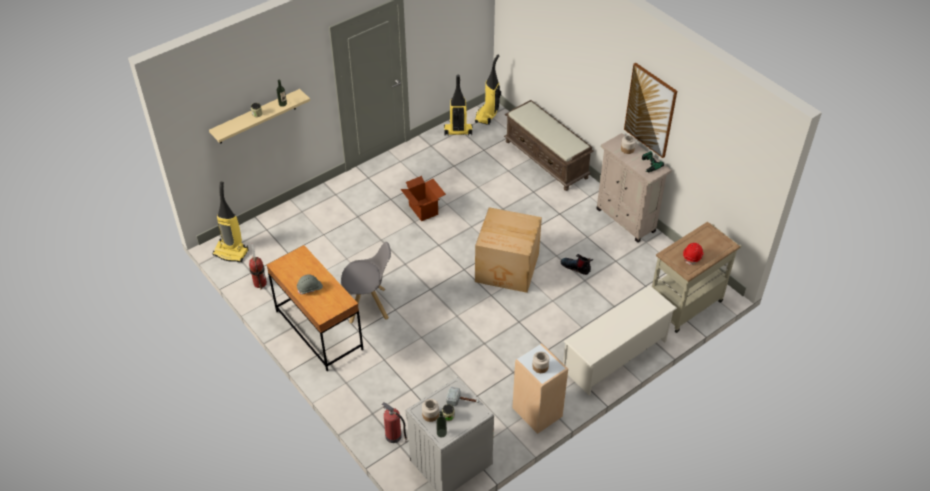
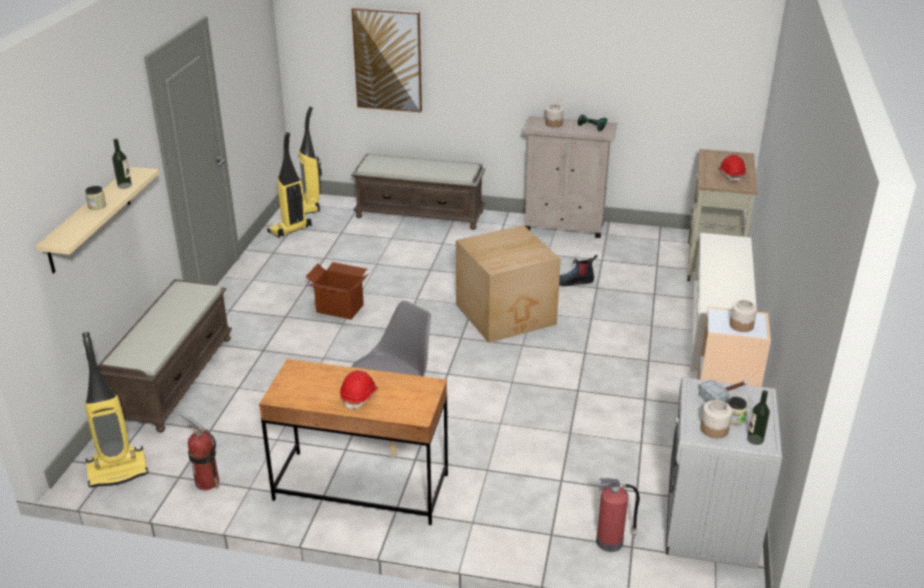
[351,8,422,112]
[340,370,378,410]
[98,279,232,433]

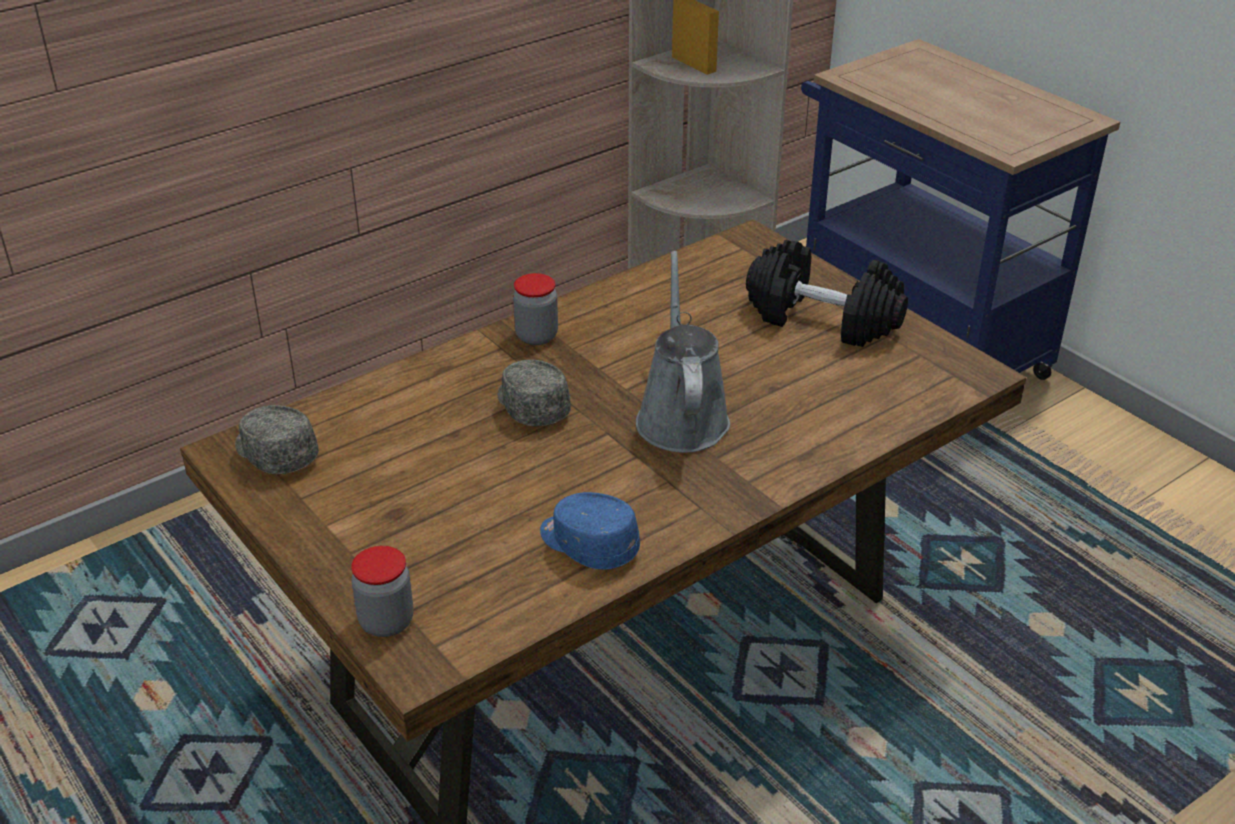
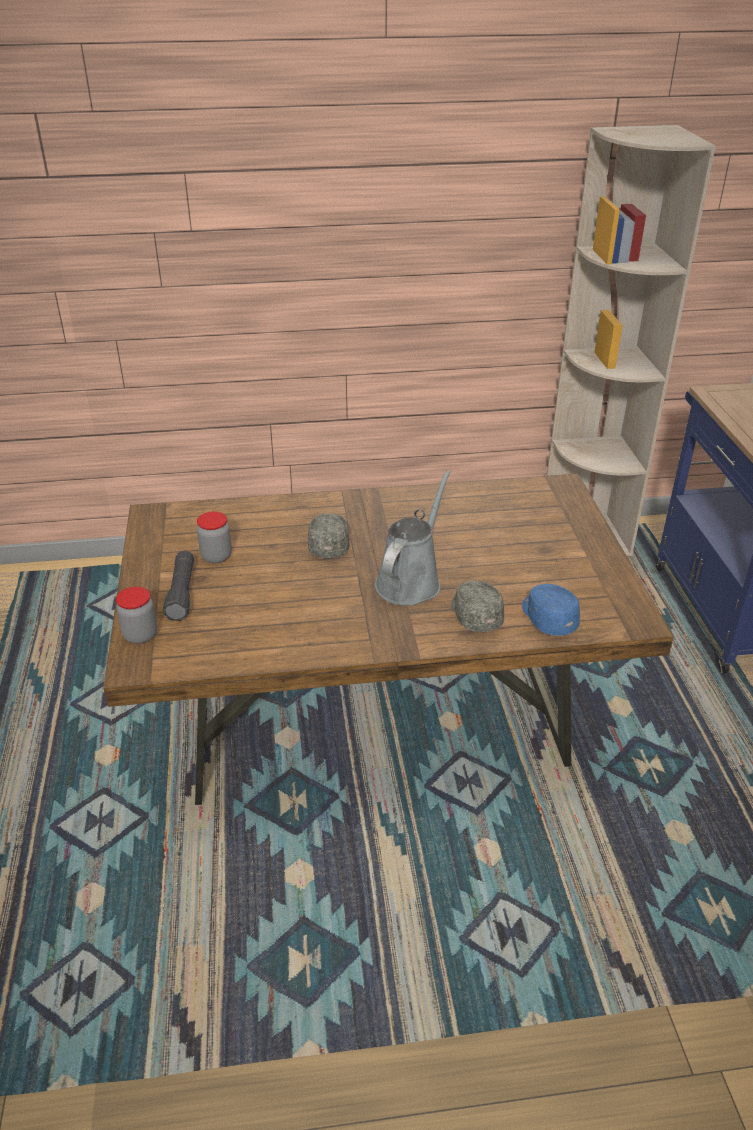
[746,240,908,347] (first image)
[197,512,232,563]
[451,581,504,632]
[522,584,580,636]
[163,551,194,621]

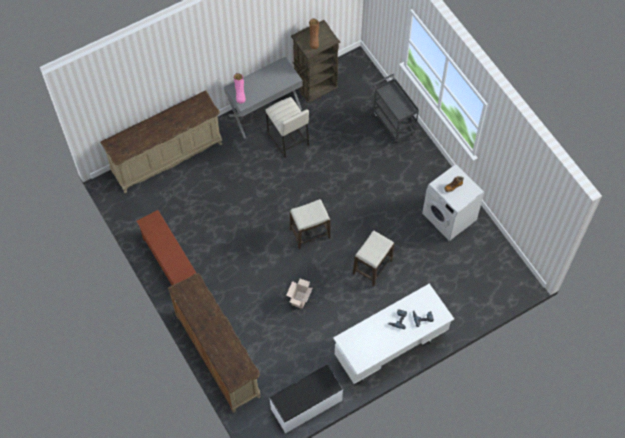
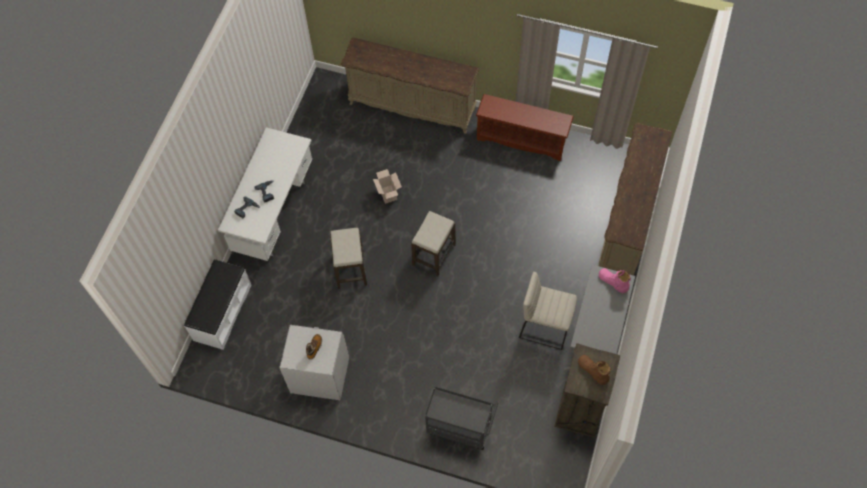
[184,259,252,350]

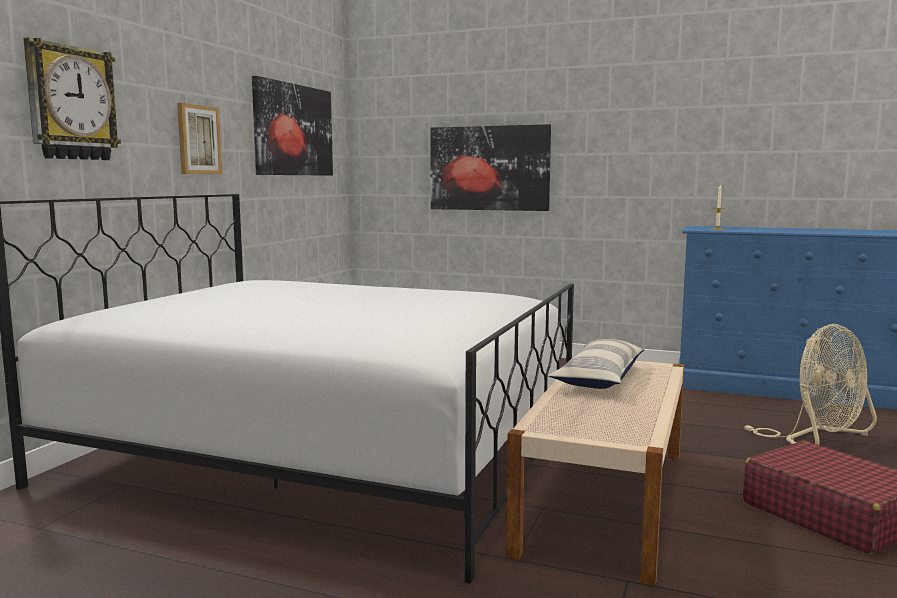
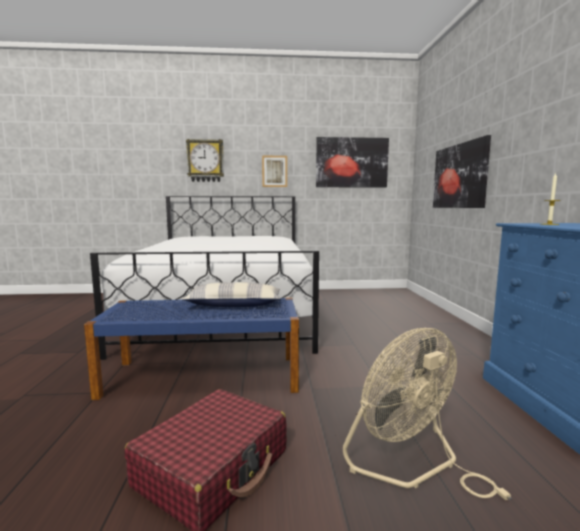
[343,328,512,501]
[84,297,299,400]

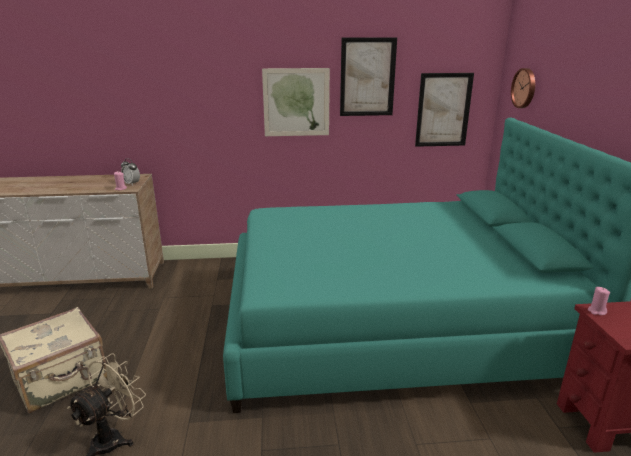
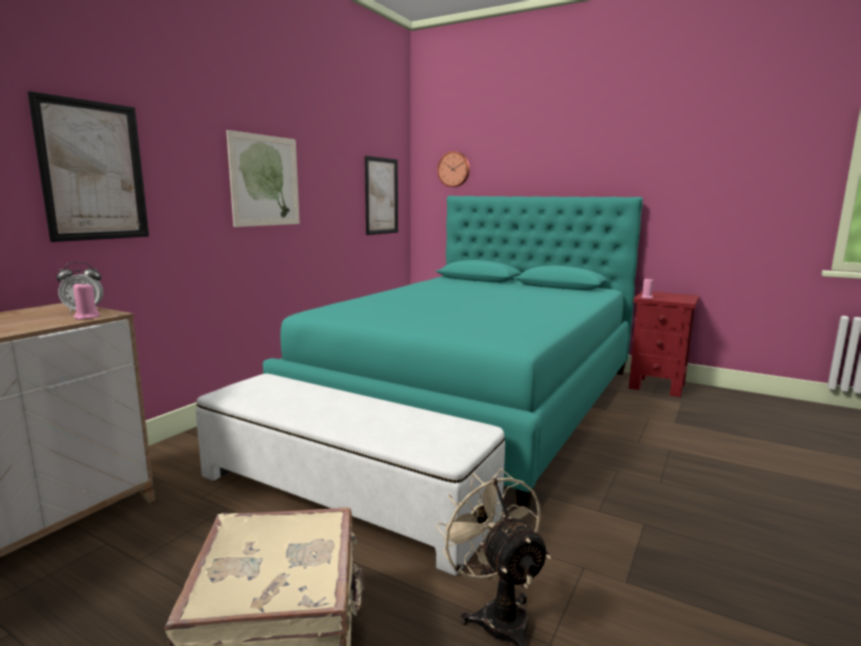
[27,91,149,242]
[196,374,505,576]

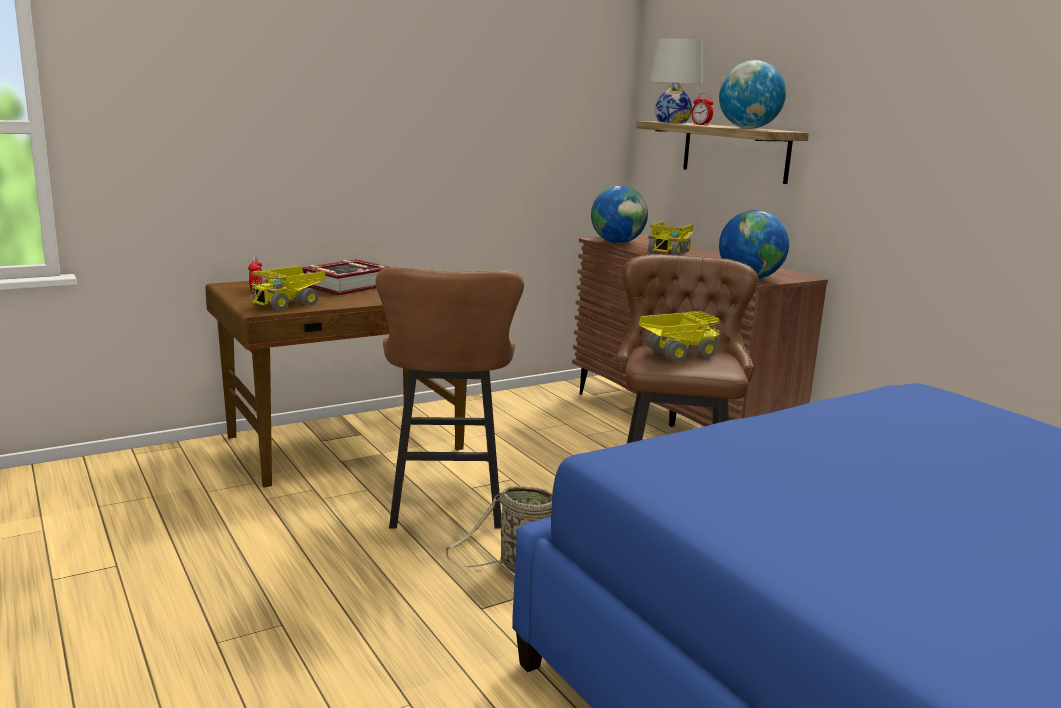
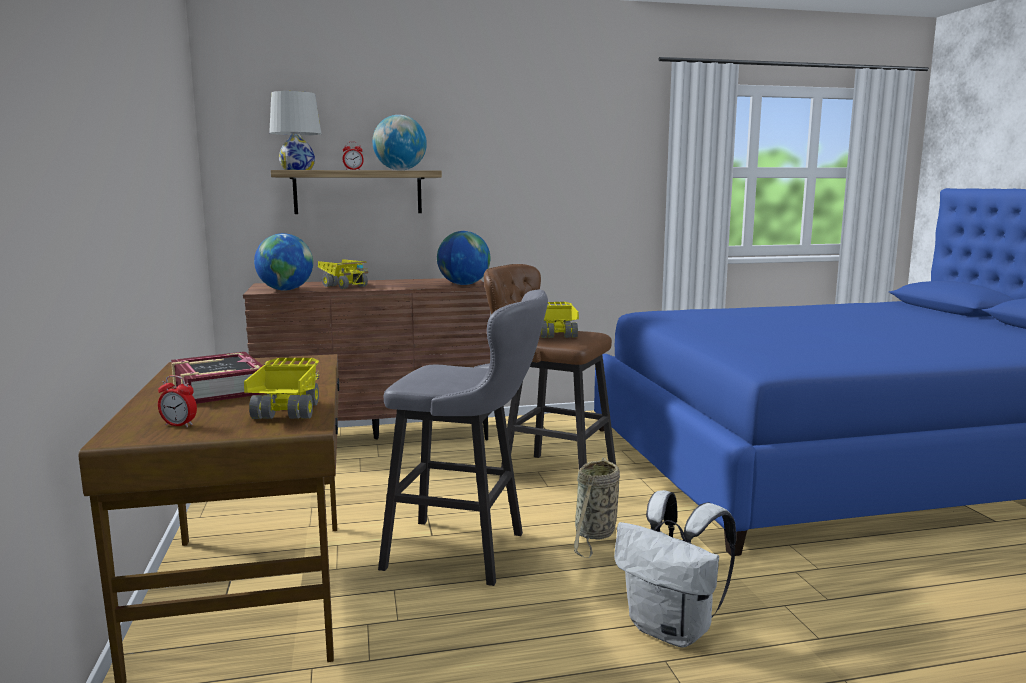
[244,358,319,419]
[378,290,548,586]
[614,490,736,648]

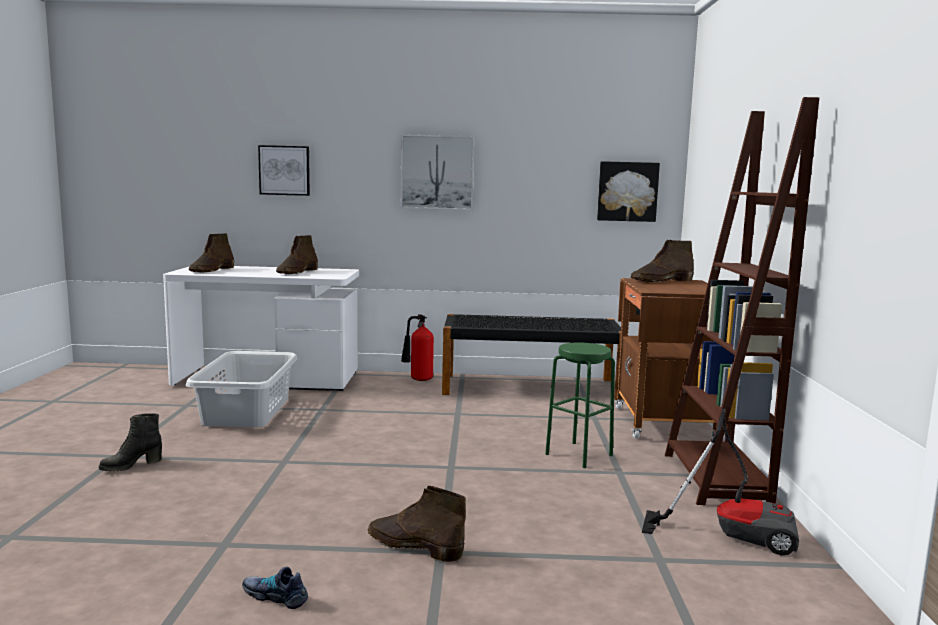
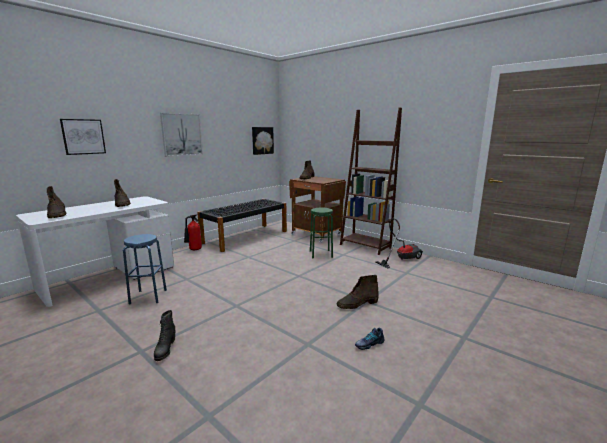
[123,234,167,305]

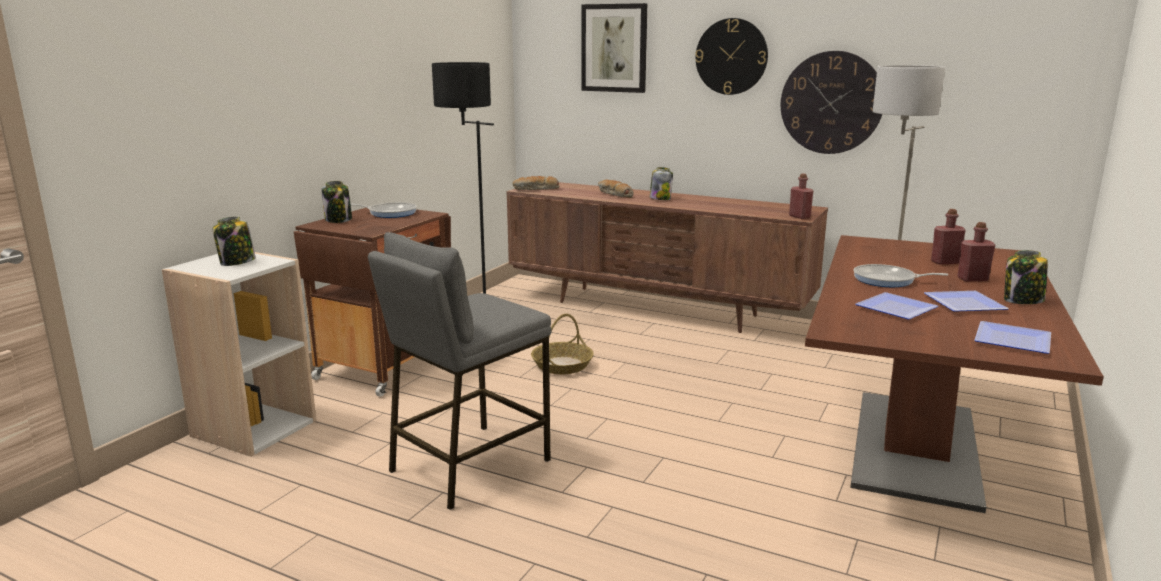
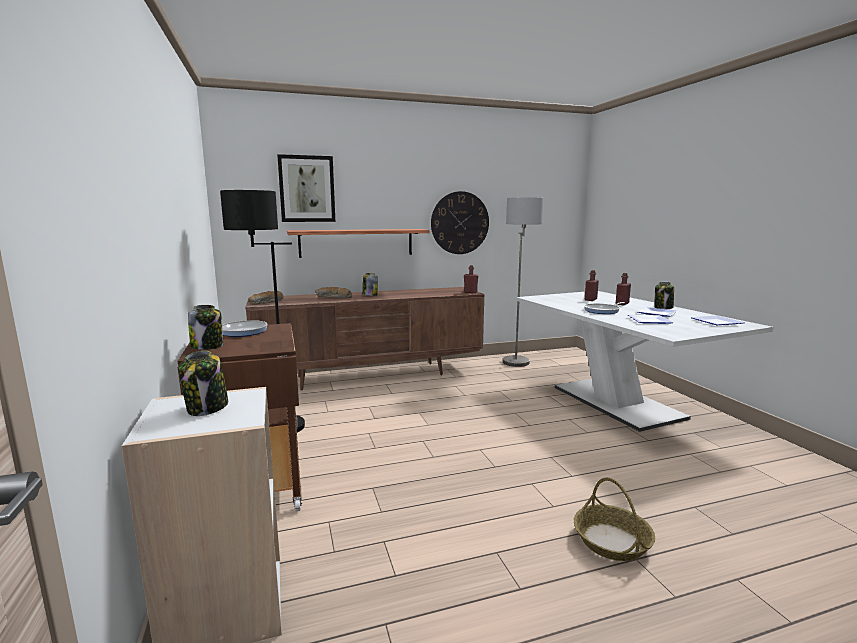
[695,18,768,95] (first image)
[368,232,552,510] (first image)
[516,291,774,432]
[574,477,655,561]
[287,229,429,258]

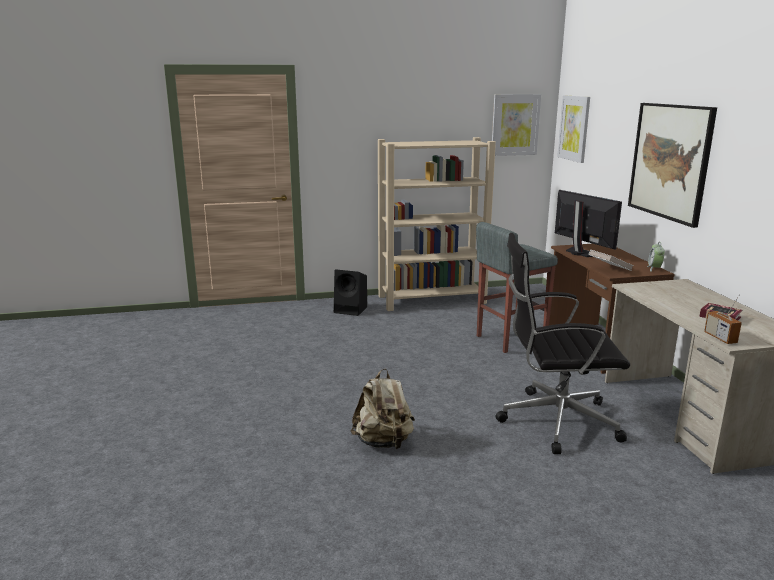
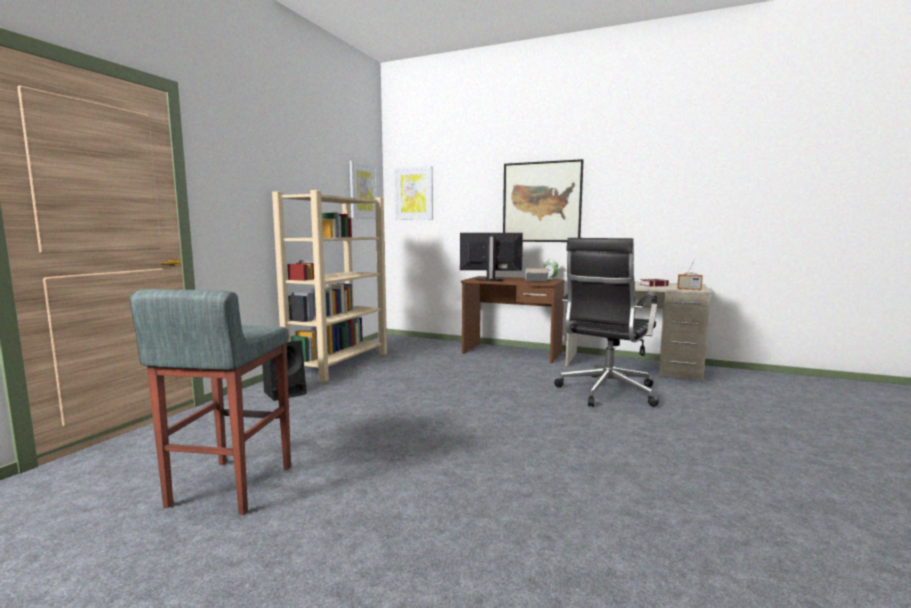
[130,289,291,515]
[350,369,415,449] (first image)

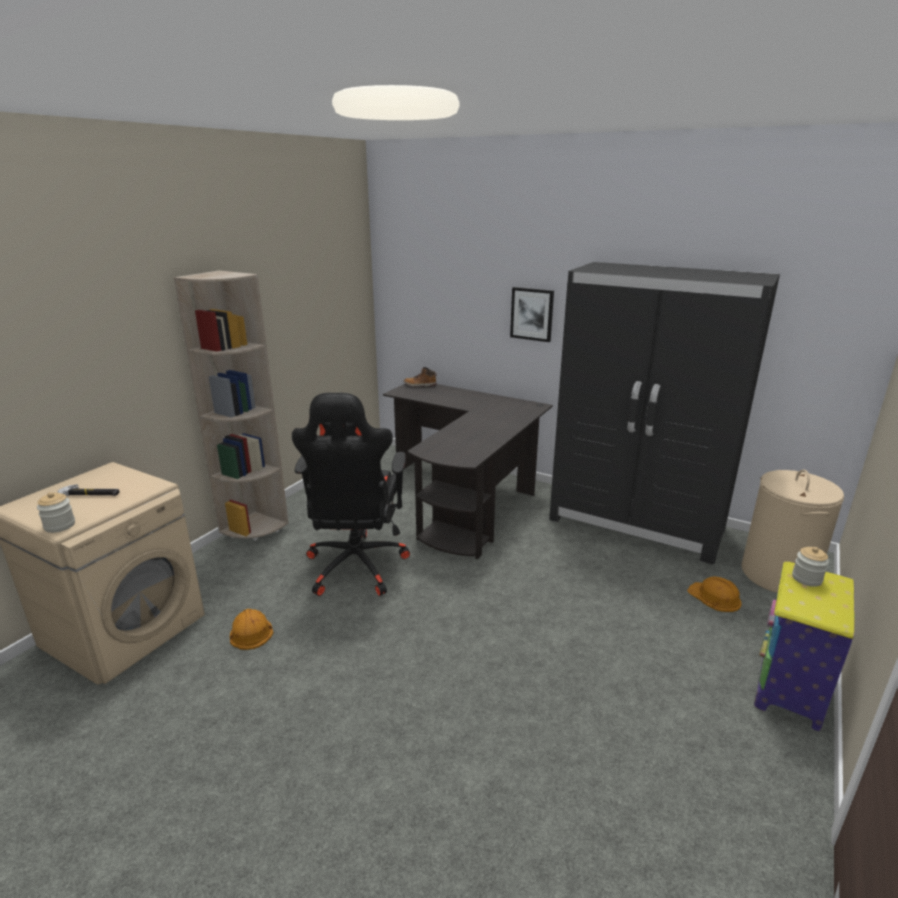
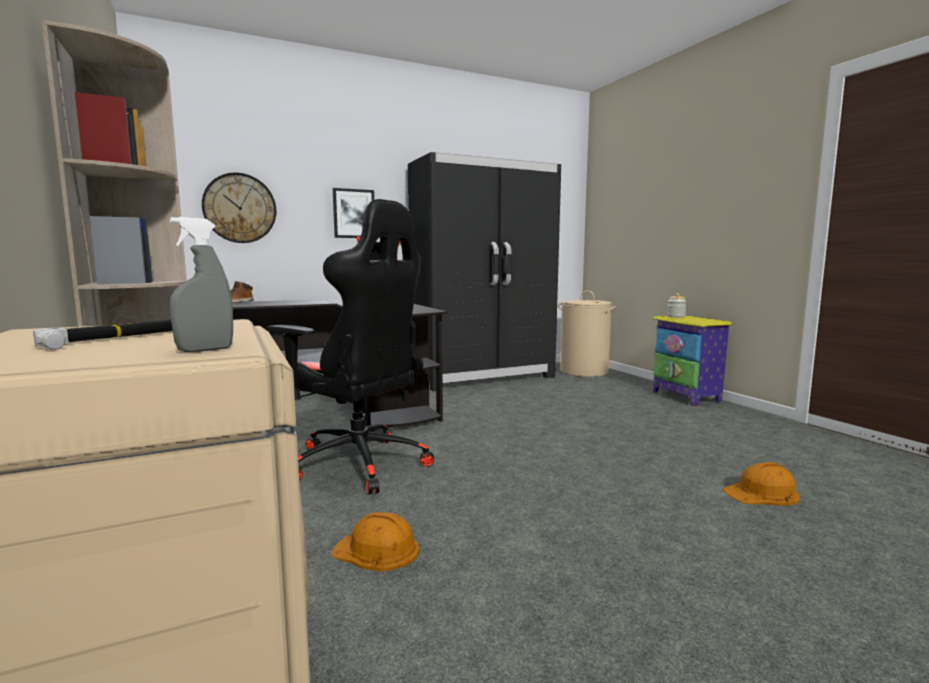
[170,217,233,352]
[723,462,800,506]
[202,173,276,243]

